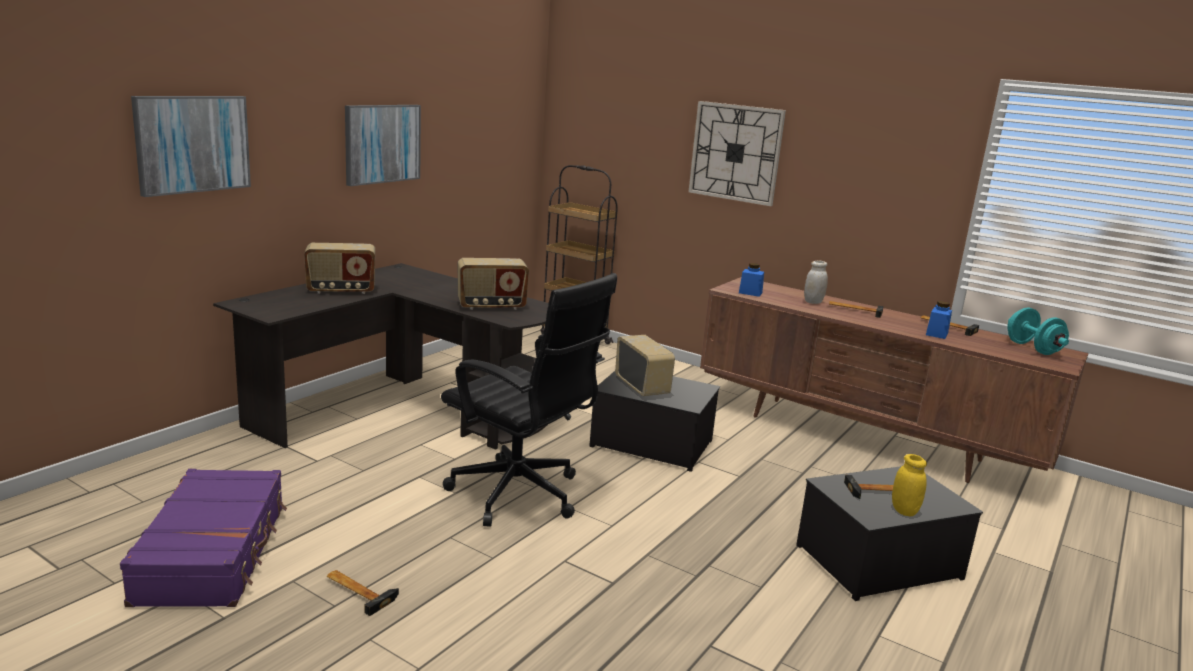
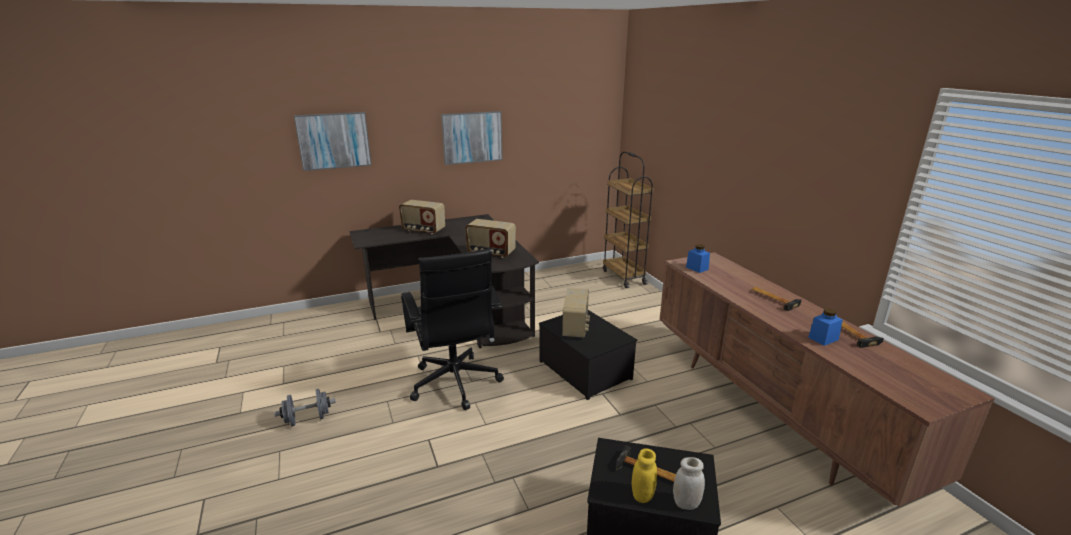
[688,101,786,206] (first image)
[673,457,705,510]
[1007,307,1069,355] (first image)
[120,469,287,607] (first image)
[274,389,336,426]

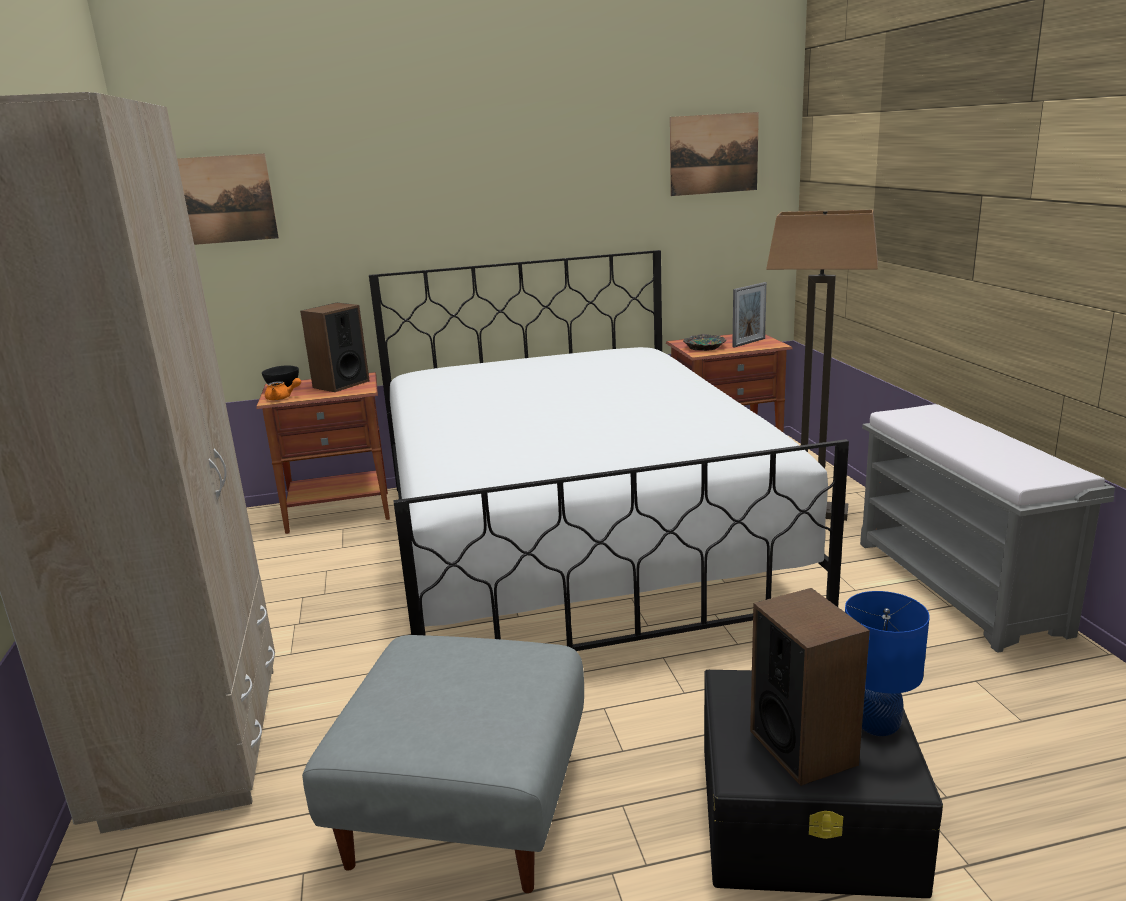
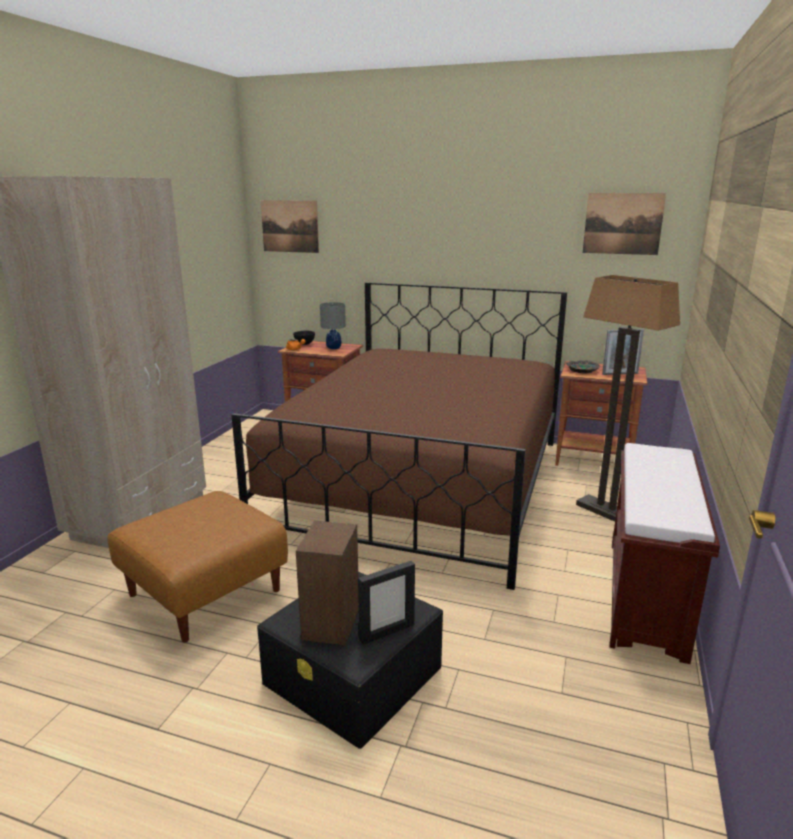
[231,282,567,590]
[320,302,346,349]
[609,443,720,664]
[358,561,415,645]
[107,491,288,643]

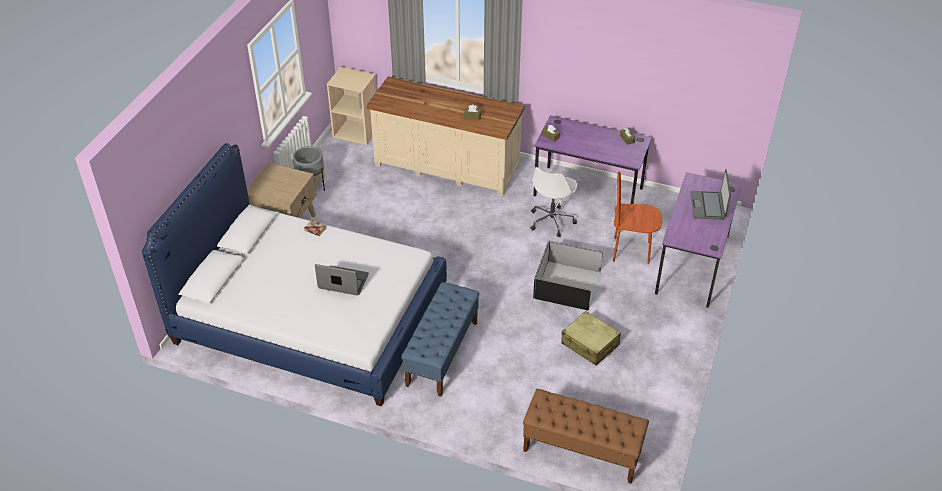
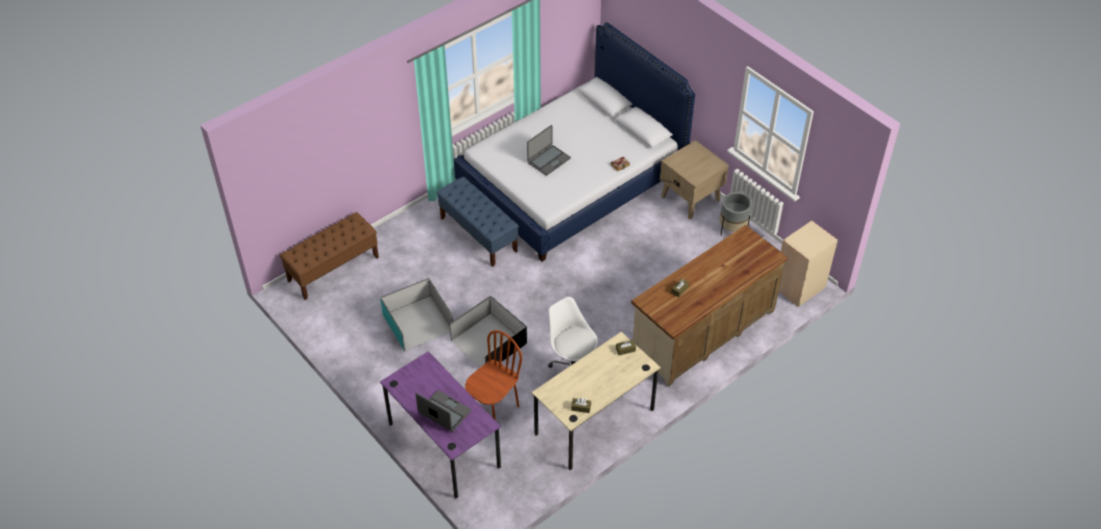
[532,332,661,470]
[380,278,453,351]

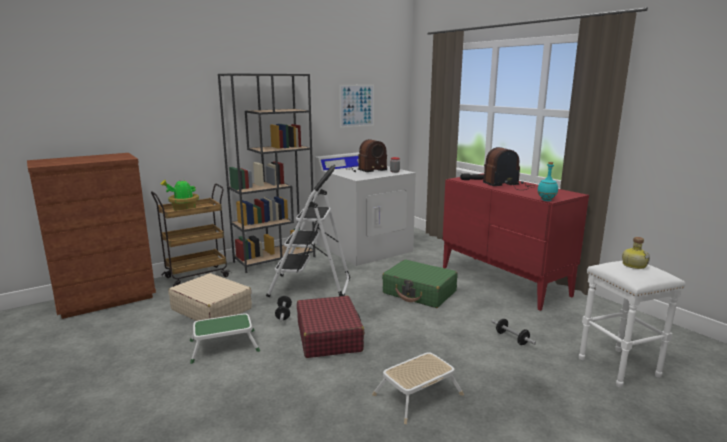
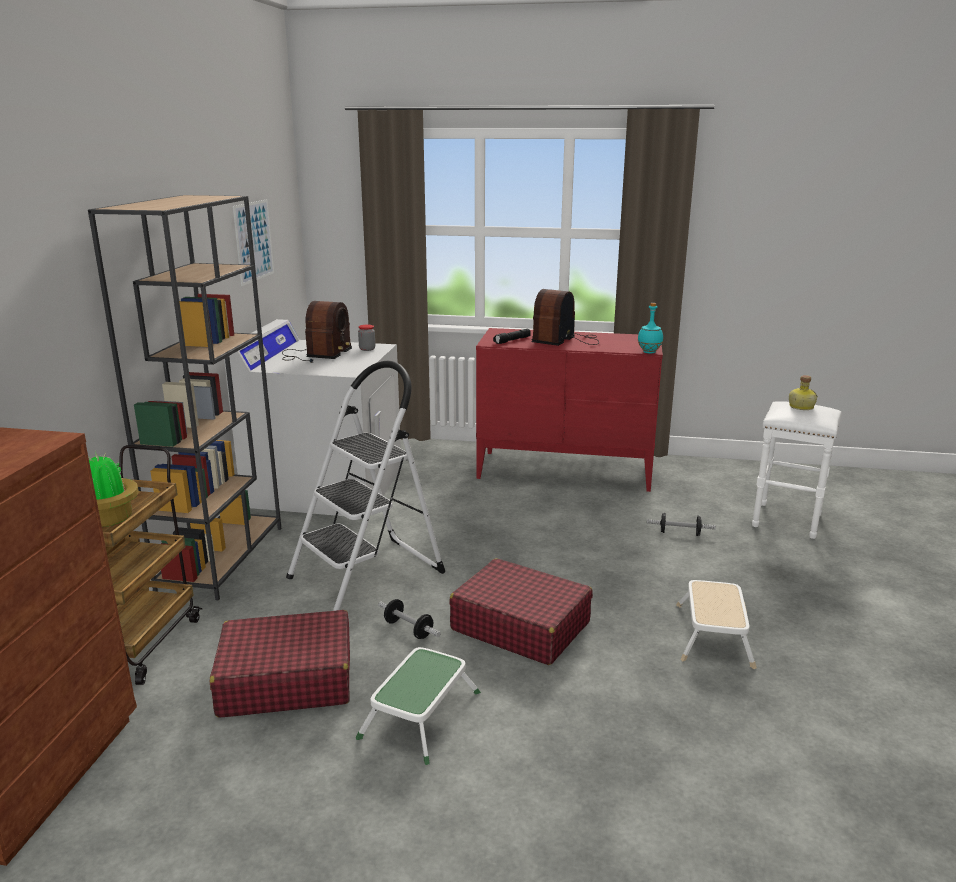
[382,259,458,308] (first image)
[210,610,350,718]

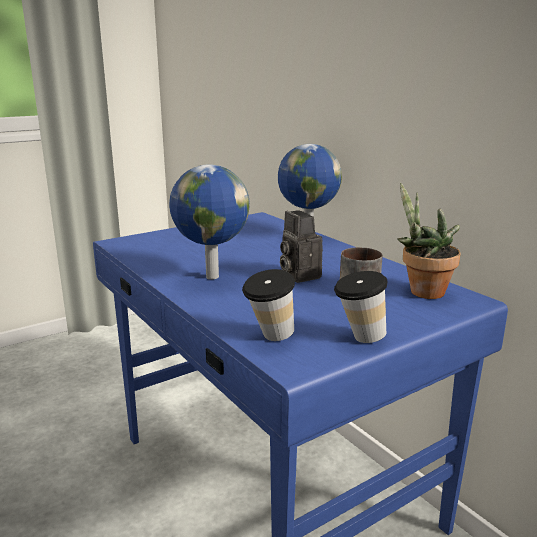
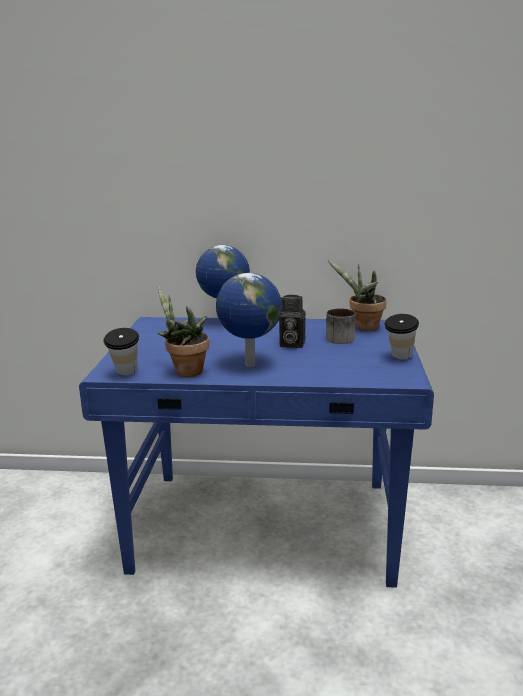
[103,328,139,376]
[158,286,209,377]

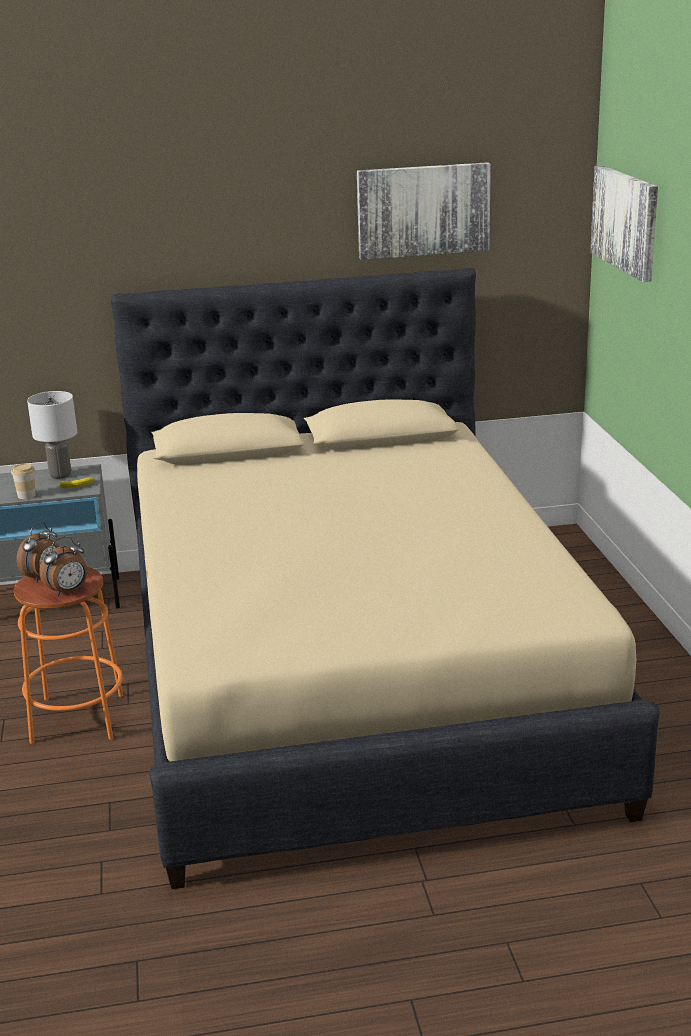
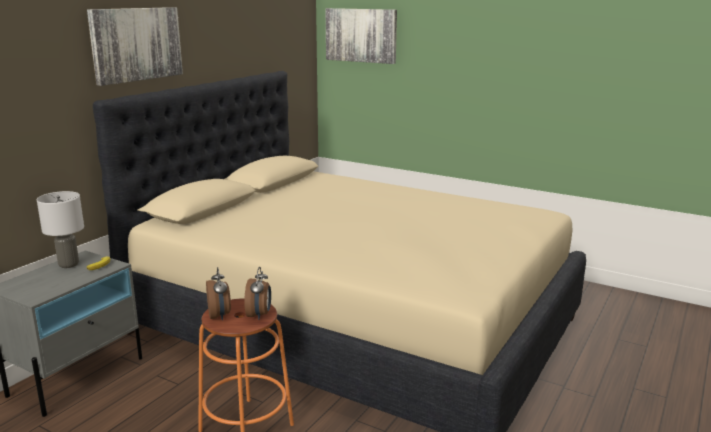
[87,7,183,86]
[11,464,36,499] (first image)

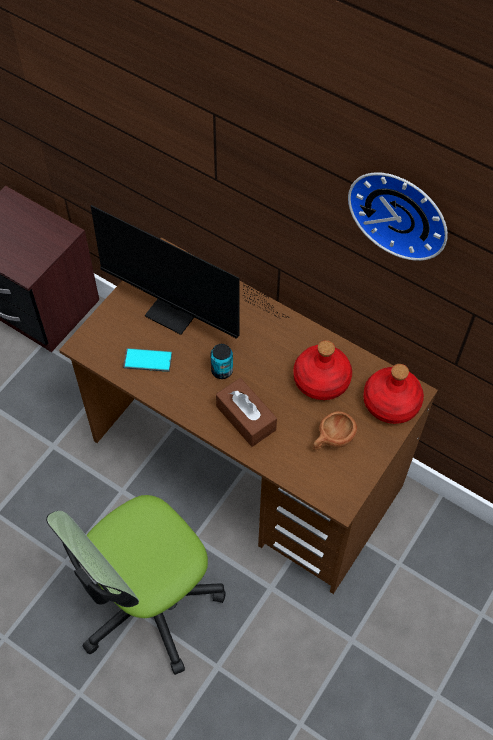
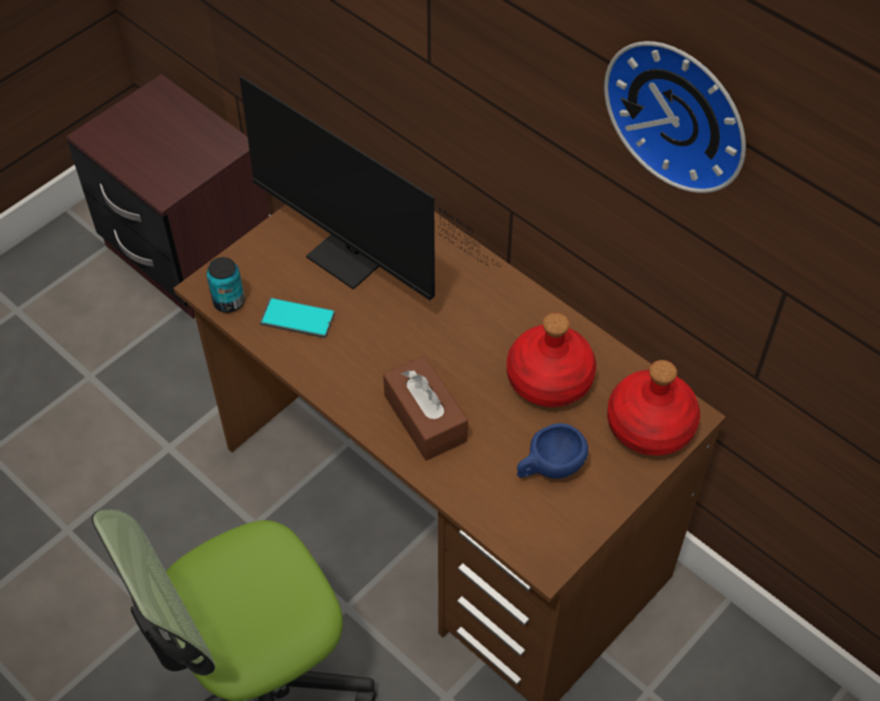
[206,257,245,313]
[517,423,588,479]

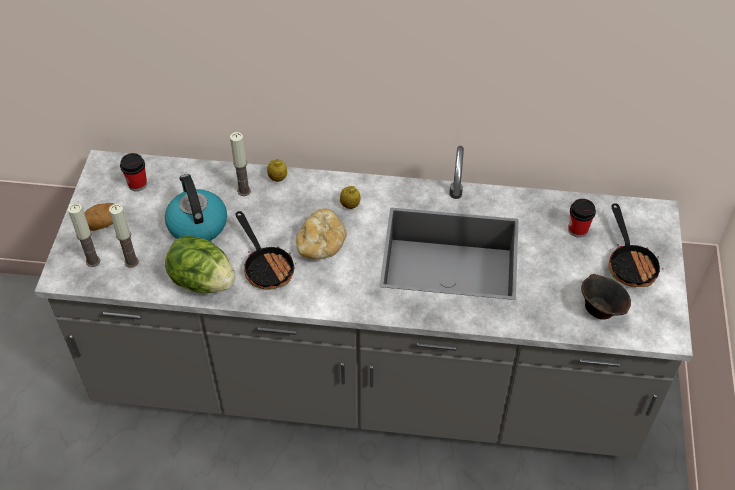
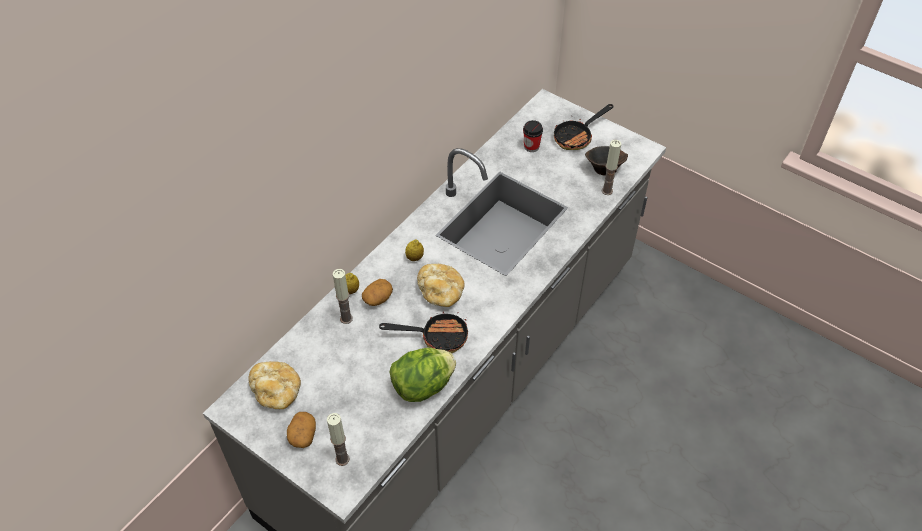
[248,361,301,409]
[165,174,227,241] (first image)
[554,104,614,150]
[602,140,621,195]
[362,279,393,306]

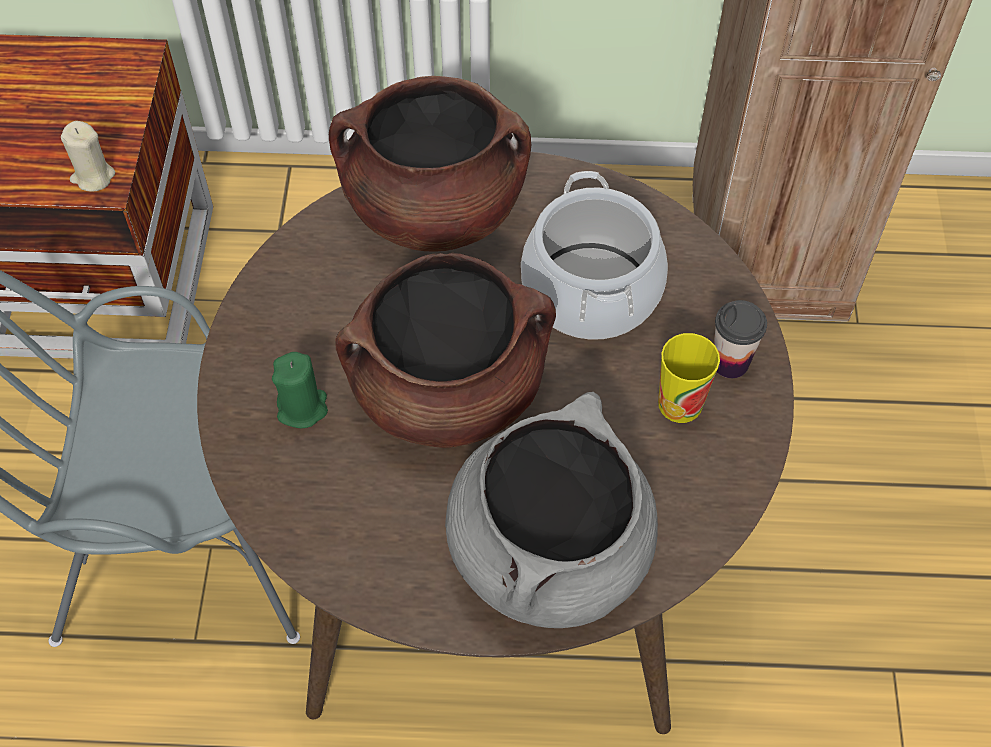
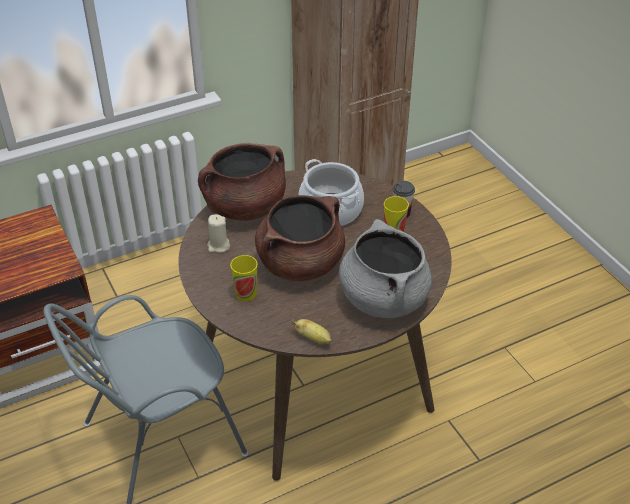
[207,214,230,253]
[230,255,258,301]
[292,319,331,344]

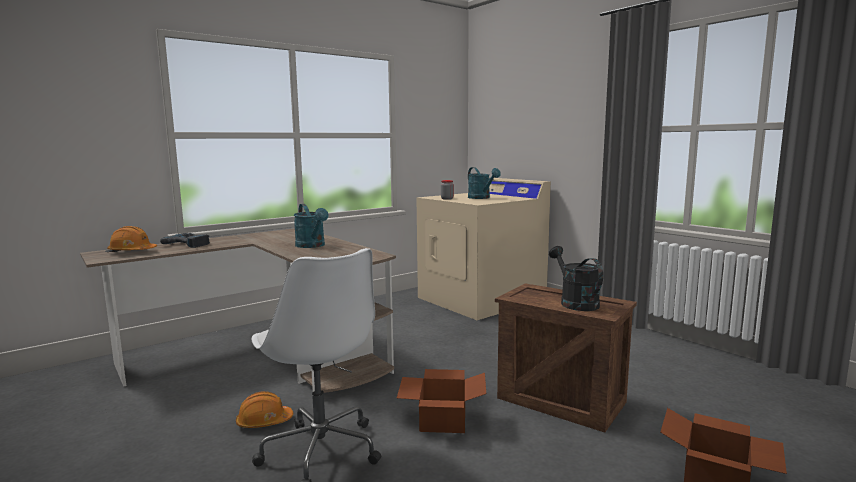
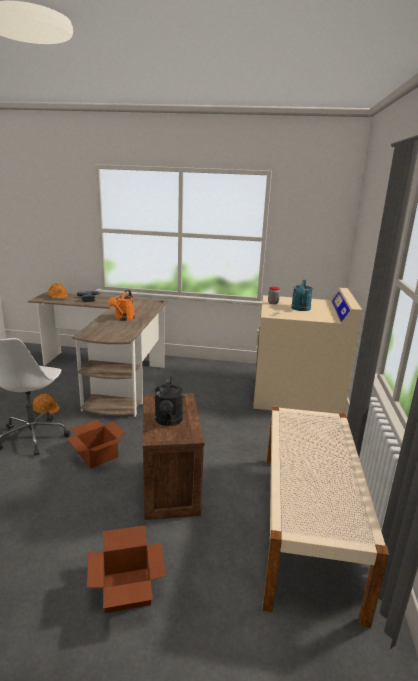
[108,290,135,321]
[154,376,183,426]
[263,407,389,628]

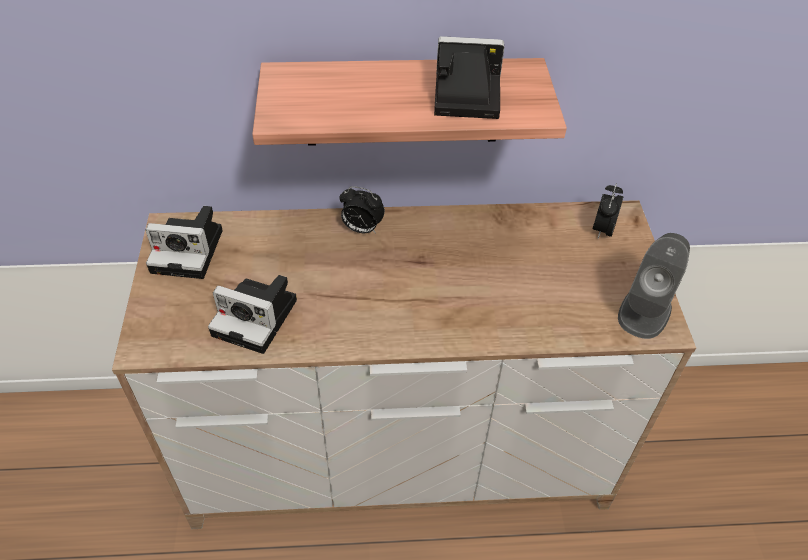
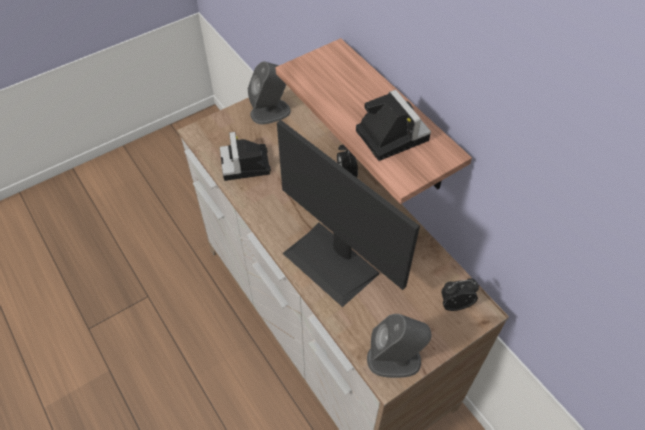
[248,61,291,124]
[277,120,420,307]

